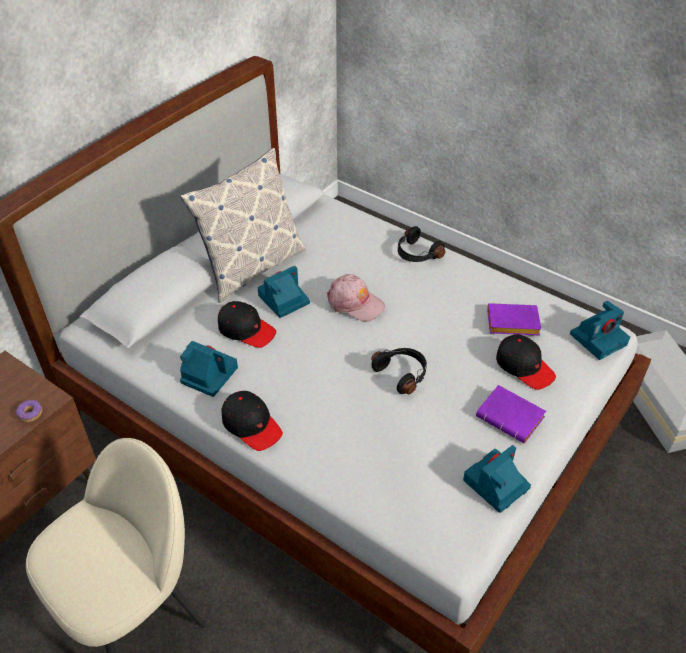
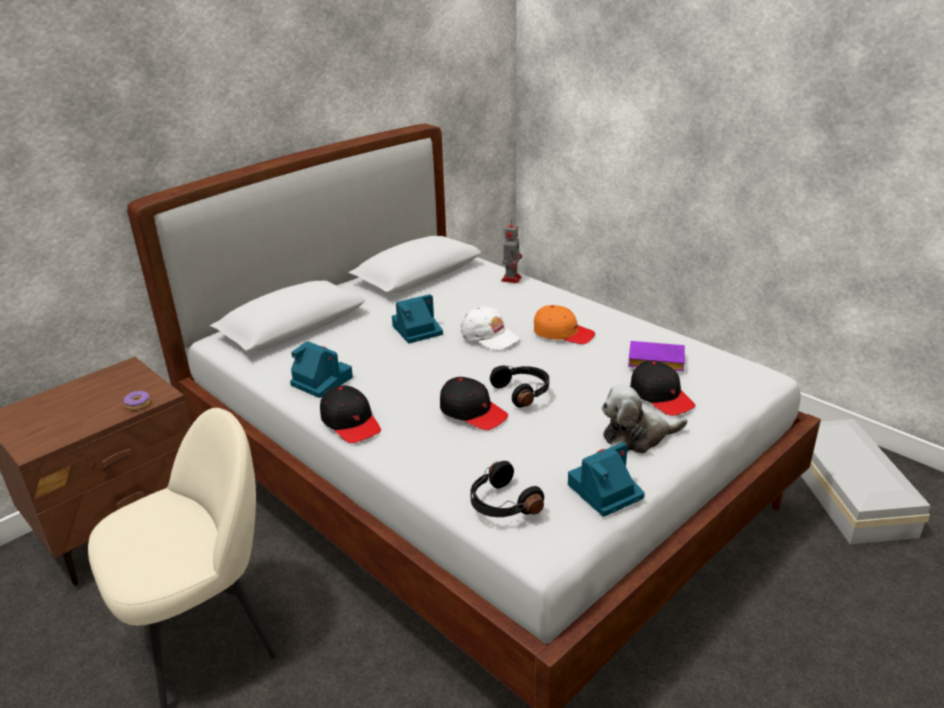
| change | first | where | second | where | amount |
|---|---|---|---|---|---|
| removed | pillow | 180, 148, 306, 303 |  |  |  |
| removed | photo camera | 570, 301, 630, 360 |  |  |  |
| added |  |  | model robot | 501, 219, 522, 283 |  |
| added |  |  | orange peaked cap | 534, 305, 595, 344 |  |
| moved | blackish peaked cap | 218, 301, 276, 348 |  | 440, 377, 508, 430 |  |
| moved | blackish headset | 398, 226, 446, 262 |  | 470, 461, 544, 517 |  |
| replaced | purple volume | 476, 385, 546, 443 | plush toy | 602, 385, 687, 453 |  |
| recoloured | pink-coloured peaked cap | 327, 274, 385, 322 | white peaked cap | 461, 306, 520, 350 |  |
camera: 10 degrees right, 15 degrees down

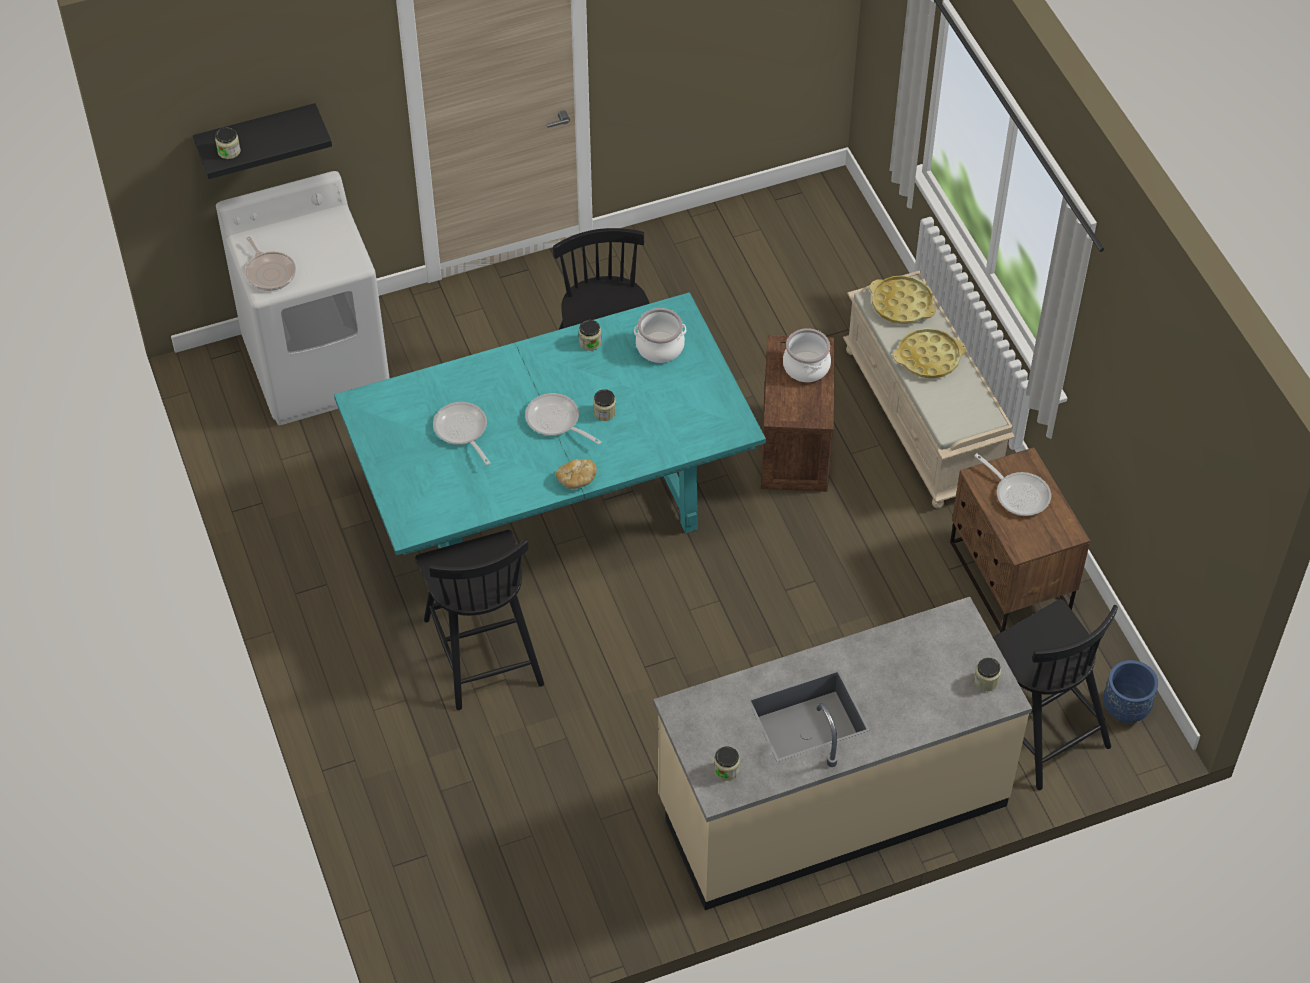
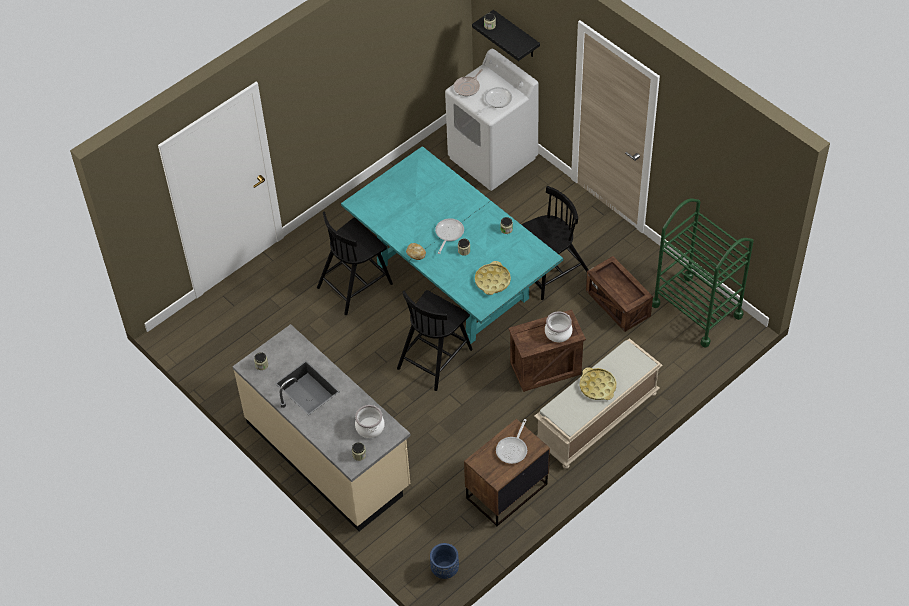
| change | first | where | second | where | amount |
|---|---|---|---|---|---|
| added |  |  | shipping crate | 586, 256, 653, 332 |  |
| added |  |  | greenish cart | 652, 198, 754, 348 |  |
| moved | skillet | 433, 402, 490, 465 |  | 477, 87, 512, 115 |  |
| moved | saucepot | 634, 308, 686, 363 |  | 355, 405, 385, 438 |  |
| moved | yellow-coloured tray | 870, 275, 936, 324 |  | 475, 261, 511, 295 |  |
| moved | blackish upright chair | 993, 599, 1118, 790 |  | 397, 290, 473, 391 |  |
camera: 70 degrees right, 0 degrees up

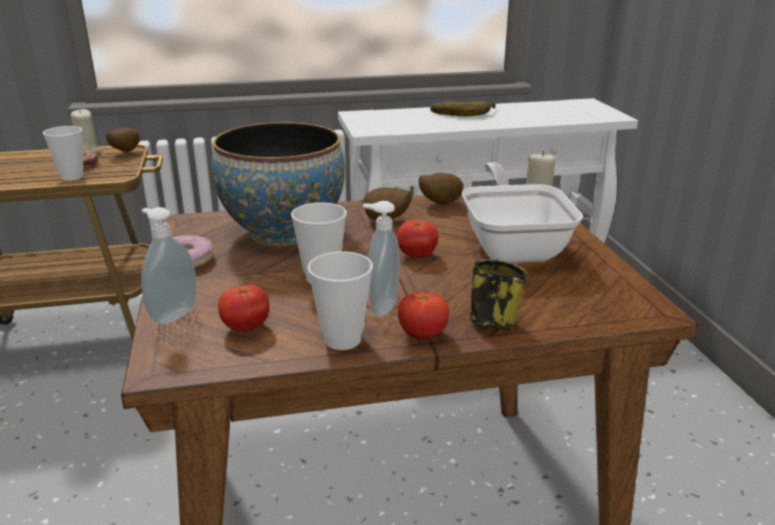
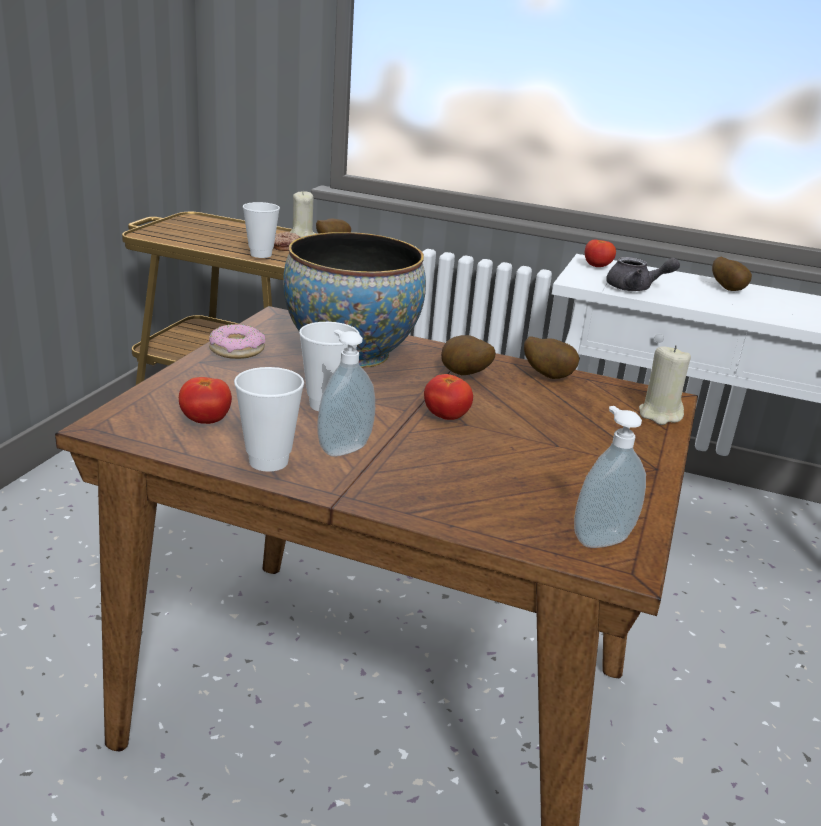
| change | first | where | second | where | amount |
|---|---|---|---|---|---|
| removed | skillet | 462, 162, 583, 263 |  |  |  |
| removed | coffee mug | 470, 258, 527, 330 |  |  |  |
| added |  |  | gray pot for tea | 606, 257, 680, 291 |  |
| moved | soap bottle | 141, 207, 197, 324 |  | 574, 406, 646, 548 |  |
| moved | tomato | 398, 292, 449, 339 |  | 585, 239, 616, 267 |  |
| replaced | banana fruit | 430, 101, 496, 116 | spud | 712, 257, 752, 291 |  |
camera: 30 degrees right, 0 degrees up

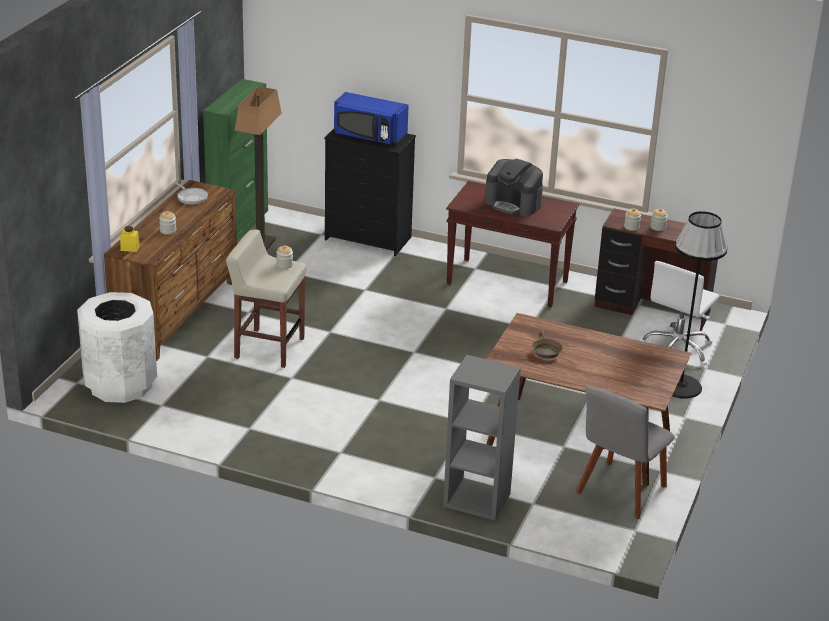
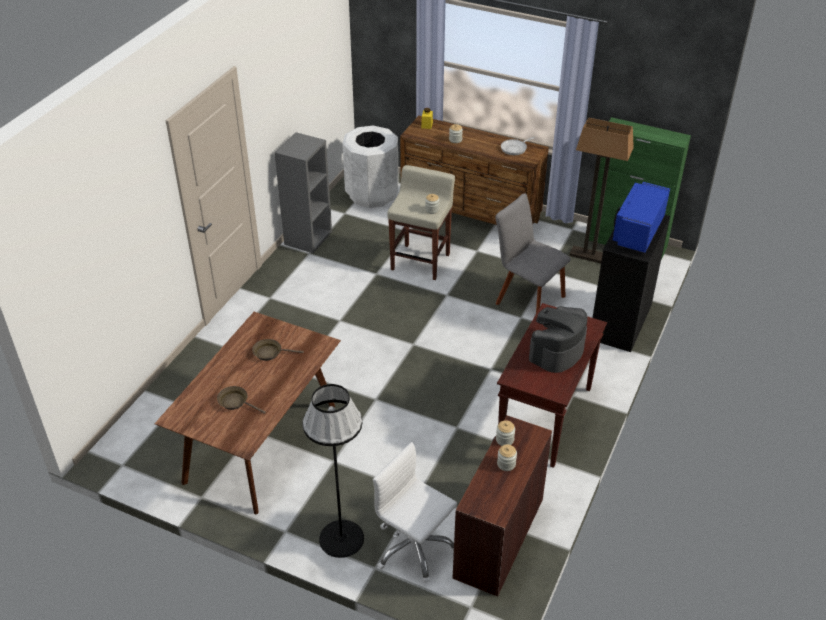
| change | first | where | second | where | amount |
|---|---|---|---|---|---|
| added |  |  | brown-coloured skillet | 217, 386, 266, 414 |  |
| moved | gray bookshelf | 443, 355, 521, 521 |  | 274, 132, 332, 253 |  |
| moved | gray upright chair | 576, 387, 675, 519 |  | 495, 193, 571, 313 |  |
camera: 95 degrees right, 10 degrees up

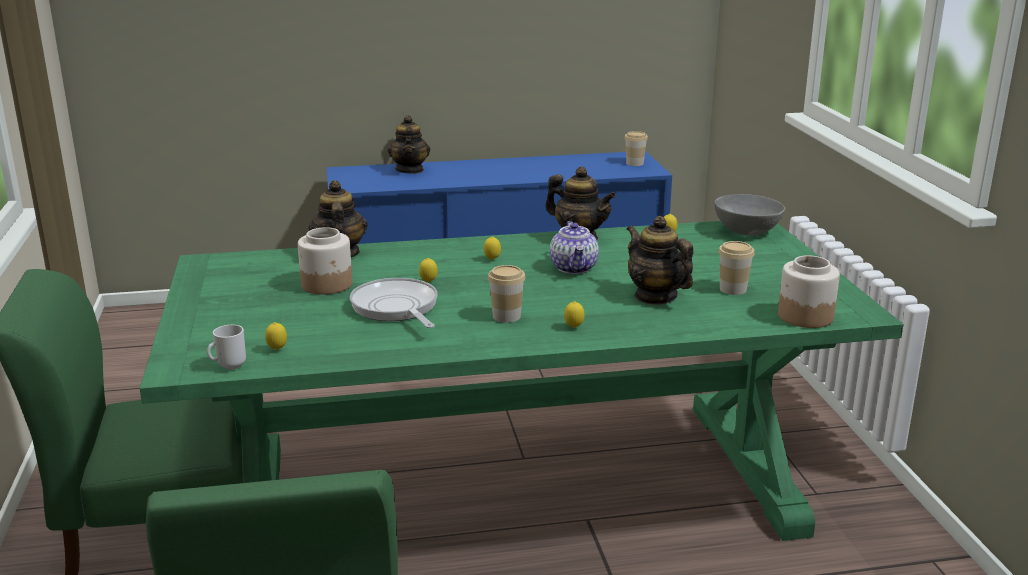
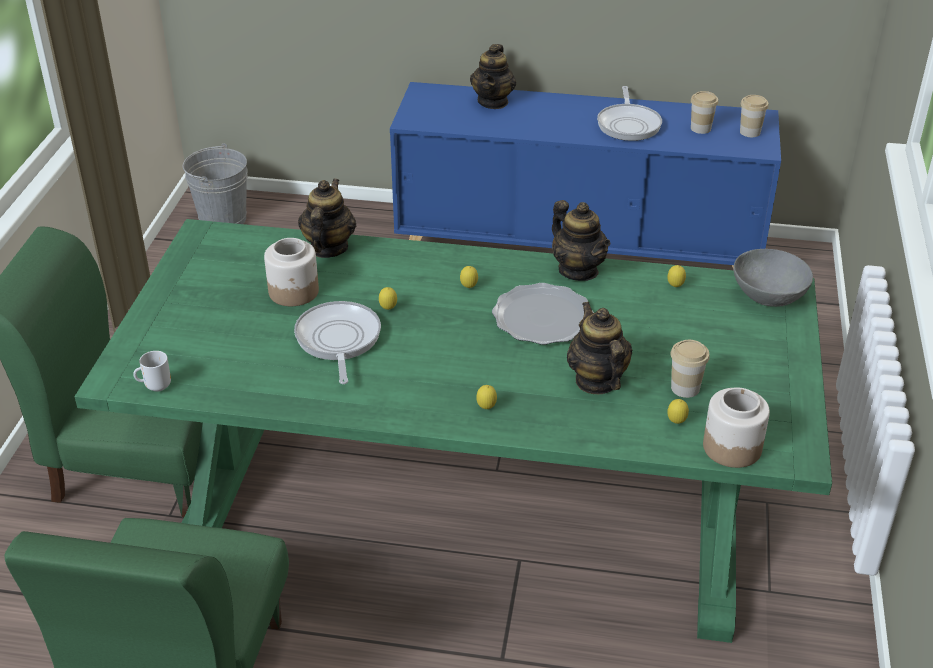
| change | first | where | second | where | amount |
|---|---|---|---|---|---|
| added |  |  | gray water bucket | 183, 143, 248, 224 |  |
| added |  |  | skillet | 597, 86, 662, 141 |  |
| moved | whole lemon | 265, 322, 287, 350 |  | 667, 399, 689, 424 |  |
| moved | drinking cup | 488, 265, 526, 323 |  | 691, 91, 718, 134 |  |
| replaced | pot for tea | 550, 221, 599, 274 | dinner plate | 492, 283, 594, 345 |  |
camera: 20 degrees right, 15 degrees up

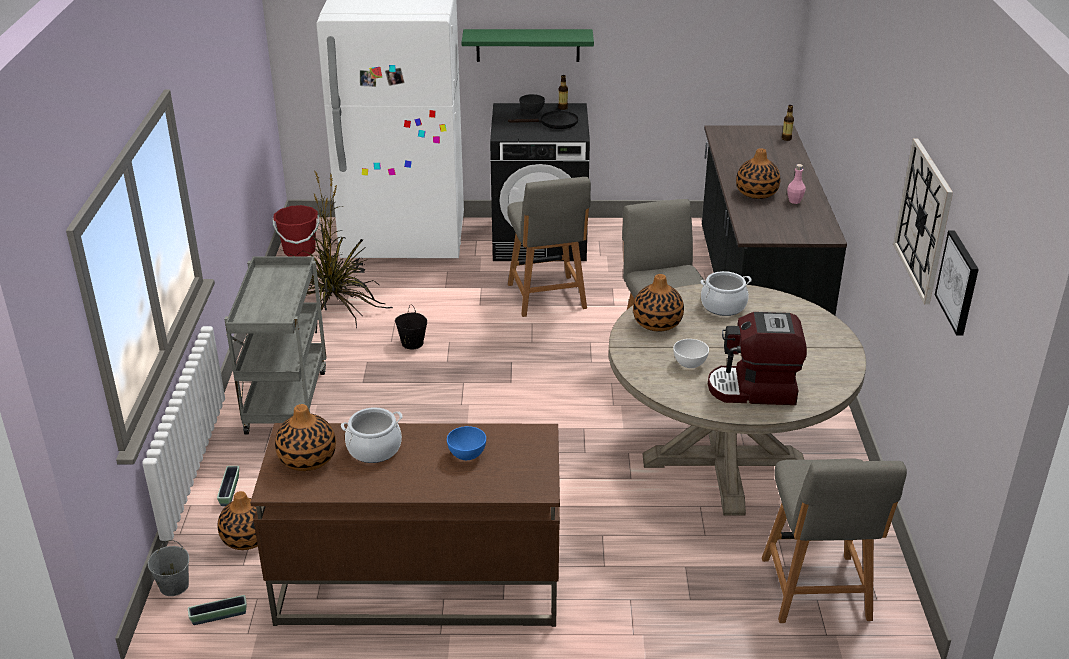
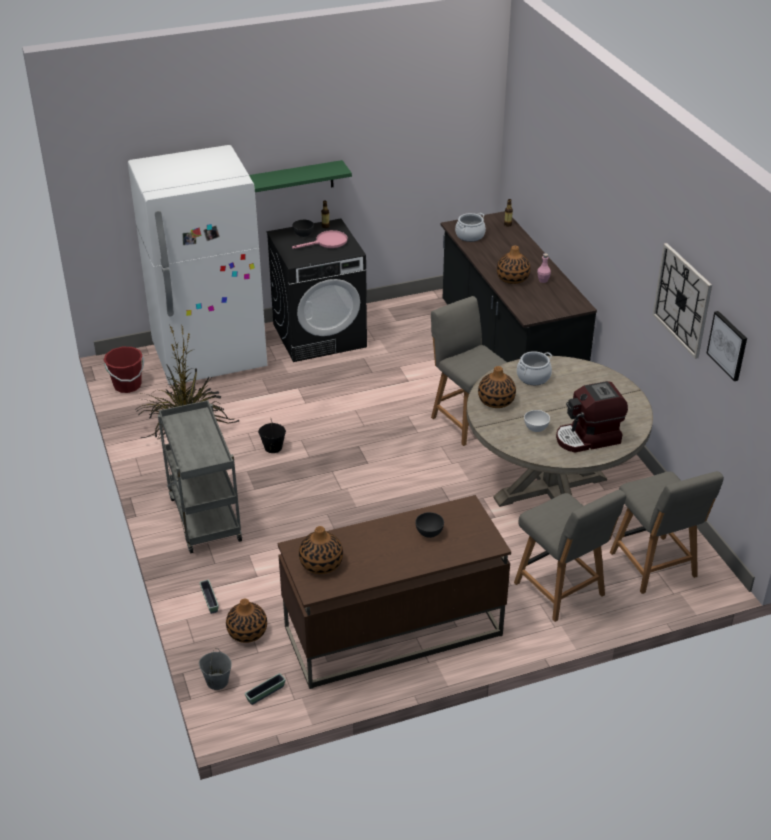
| change | first | where | second | where | amount |
|---|---|---|---|---|---|
| moved | saucepot | 341, 407, 403, 463 |  | 455, 213, 486, 242 |  |
| moved | gray upright chair | 507, 177, 591, 317 |  | 514, 490, 626, 622 |  |
| recoloured | blue-coloured serving bowl | 447, 426, 486, 460 | gray serving bowl | 415, 512, 444, 538 |  |
| recoloured | blackish skillet | 508, 111, 578, 129 | pink-coloured skillet | 292, 230, 347, 249 |  |
camera: 20 degrees left, 5 degrees up

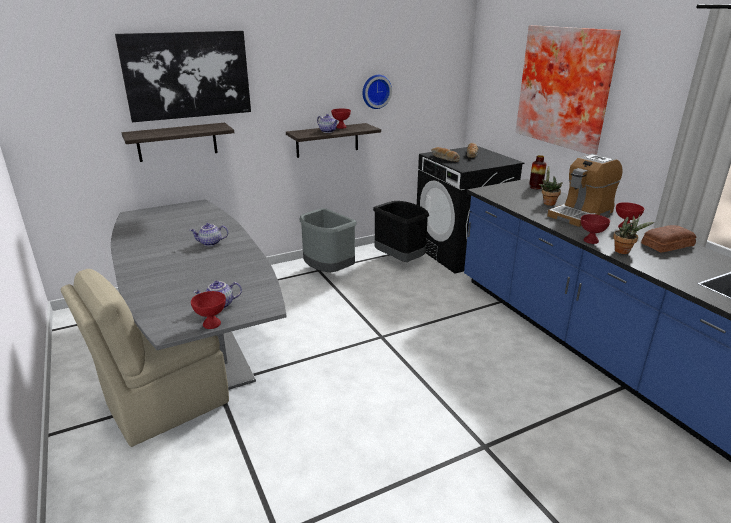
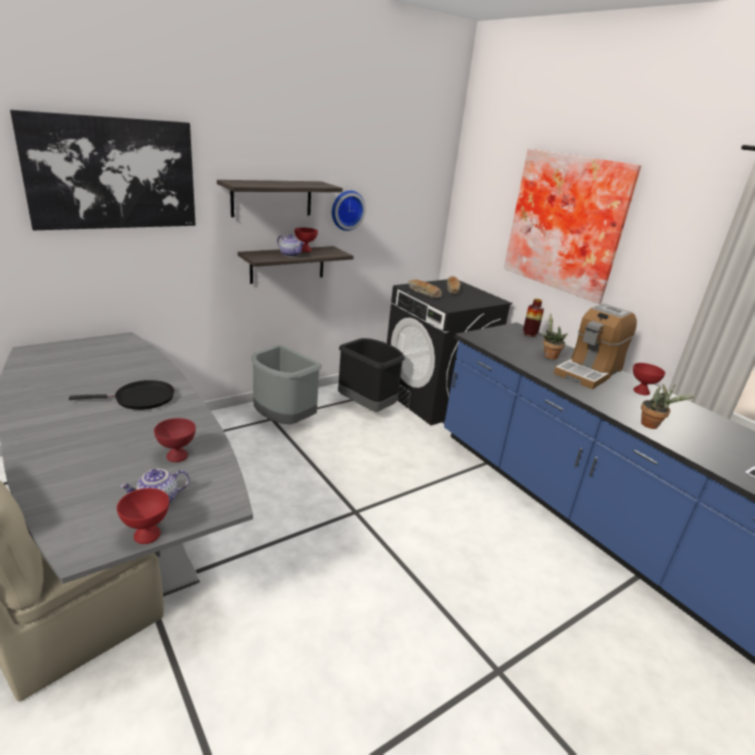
| change | first | where | second | where | amount |
|---|---|---|---|---|---|
| removed | baked bread | 641, 225, 696, 253 |  |  |  |
| moved | wall shelf | 121, 123, 234, 162 |  | 217, 180, 343, 217 |  |
| moved | reddish serving bowl | 581, 214, 610, 244 |  | 154, 418, 196, 462 |  |
| replaced | pot for tea | 190, 223, 228, 246 | blackish skillet | 69, 380, 174, 410 |  |
camera: 10 degrees left, 0 degrees up

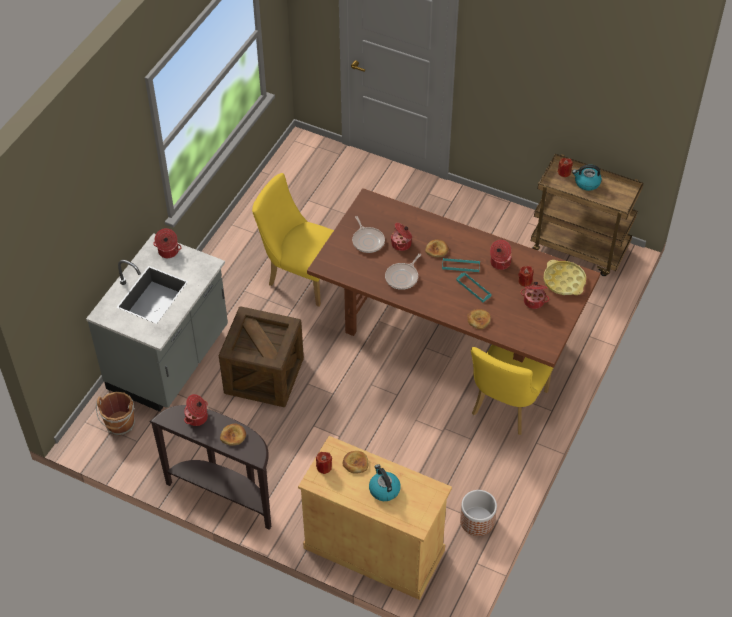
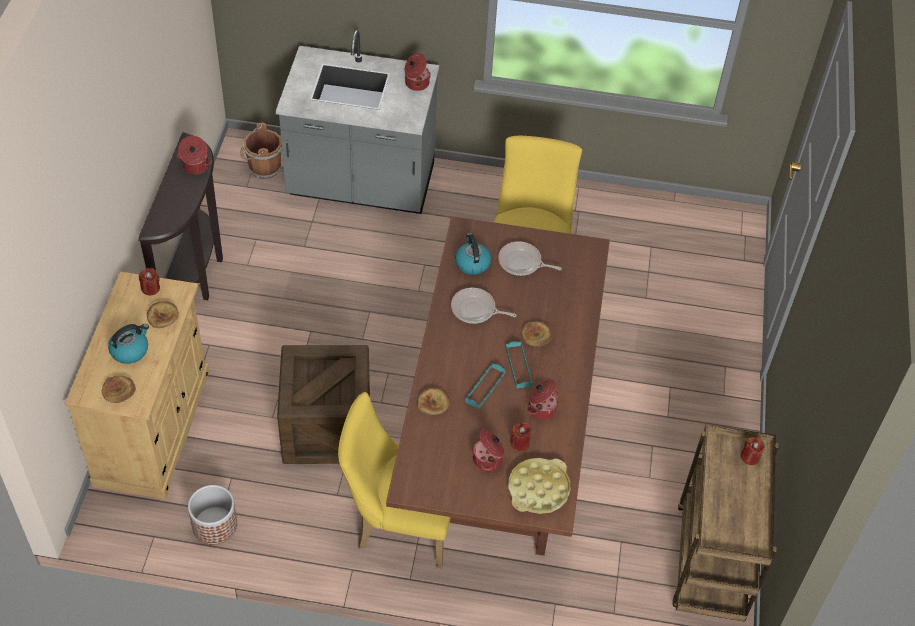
| change | first | where | second | where | amount |
|---|---|---|---|---|---|
| removed | saucepot | 391, 223, 412, 251 |  |  |  |
| moved | shipping crate | 219, 306, 304, 407 |  | 277, 345, 370, 464 |  |
| moved | baked bread | 220, 423, 246, 446 |  | 102, 376, 136, 403 |  |
| moved | water kettle | 572, 164, 602, 191 |  | 455, 233, 491, 275 |  |
| turned | skillet | 352, 216, 385, 253 |  | 498, 241, 562, 276 | 60 degrees clockwise |
camera: 70 degrees right, 0 degrees up

